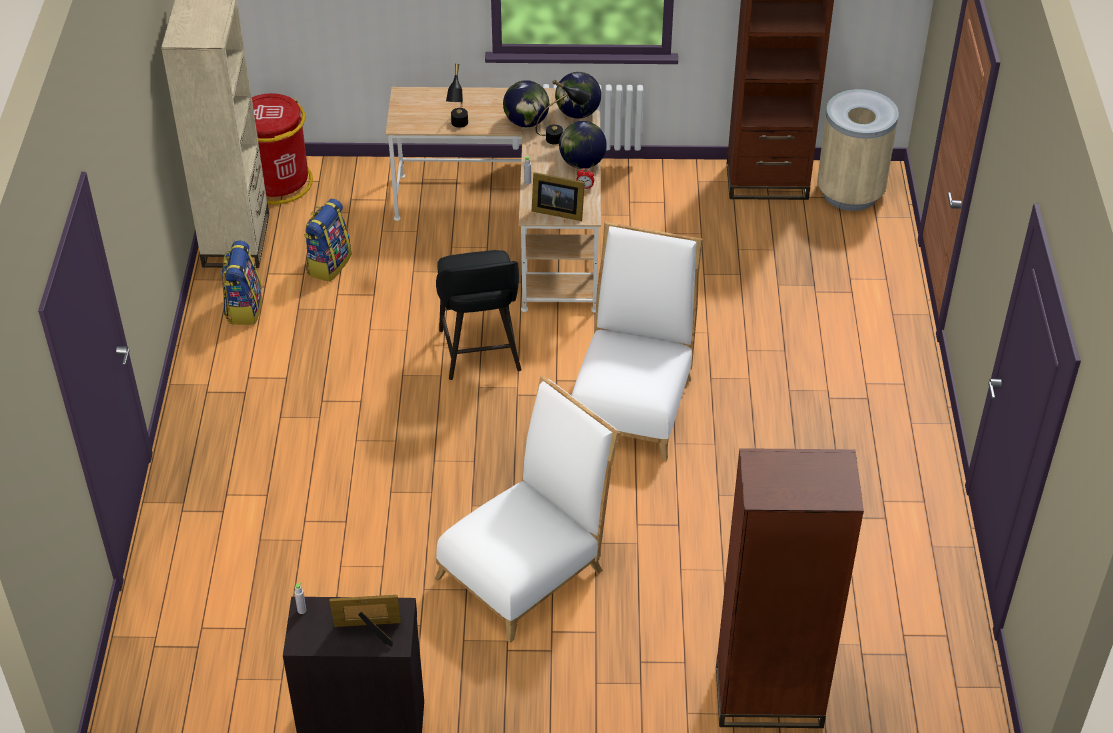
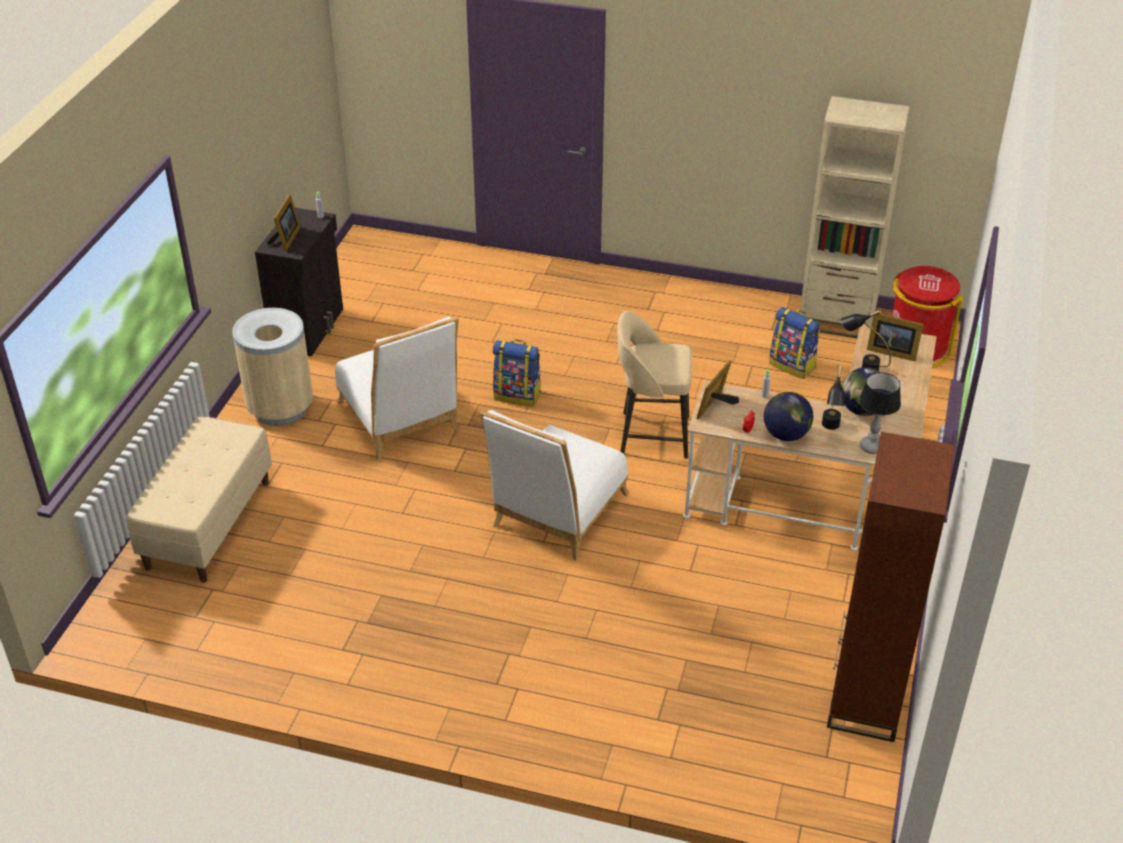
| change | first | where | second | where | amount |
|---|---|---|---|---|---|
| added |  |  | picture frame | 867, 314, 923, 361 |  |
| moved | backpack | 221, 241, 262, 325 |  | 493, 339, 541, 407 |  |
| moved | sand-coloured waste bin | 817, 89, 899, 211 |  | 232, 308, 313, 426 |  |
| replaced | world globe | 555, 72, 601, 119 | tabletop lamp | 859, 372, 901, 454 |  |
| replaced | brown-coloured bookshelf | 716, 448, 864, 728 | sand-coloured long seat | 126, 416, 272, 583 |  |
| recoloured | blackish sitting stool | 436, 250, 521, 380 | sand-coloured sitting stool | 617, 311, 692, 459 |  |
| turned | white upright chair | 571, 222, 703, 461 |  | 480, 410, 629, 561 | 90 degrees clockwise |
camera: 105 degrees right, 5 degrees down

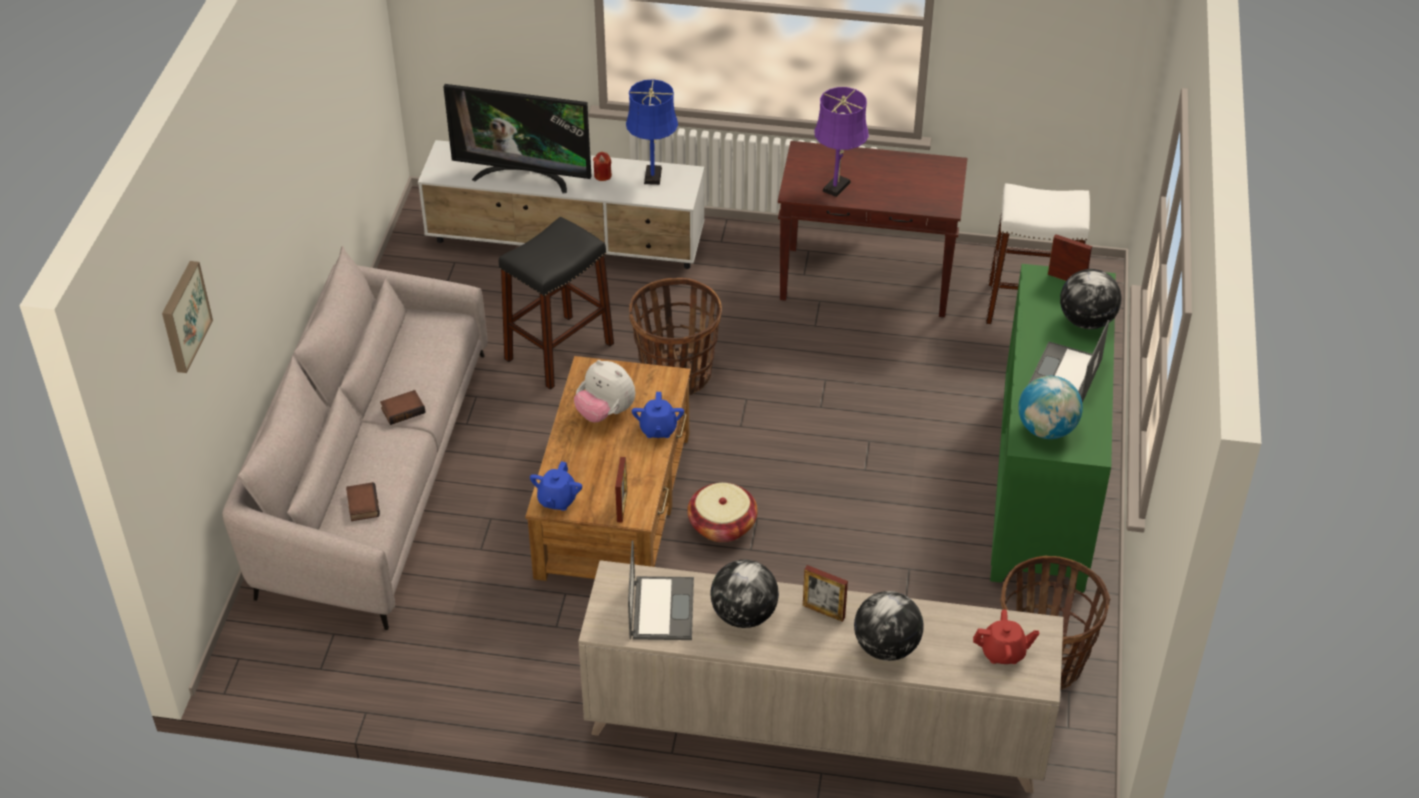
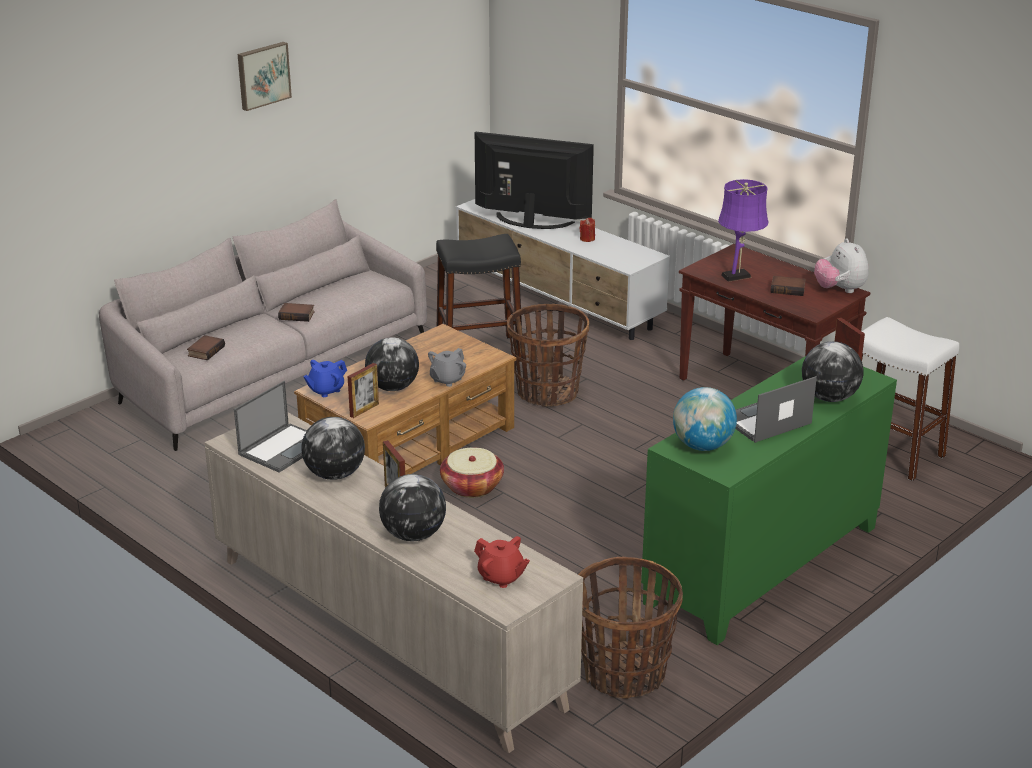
| change | first | where | second | where | amount |
|---|---|---|---|---|---|
| removed | blue-coloured tabletop lamp | 626, 79, 678, 185 |  |  |  |
| added |  |  | world globe | 365, 337, 419, 391 |  |
| added |  |  | volume | 770, 276, 806, 296 |  |
| moved | picture | 162, 261, 213, 373 |  | 238, 42, 292, 111 |  |
| moved | plush toy | 574, 360, 635, 423 |  | 814, 238, 869, 293 |  |
| recoloured | blue-coloured pot for tea | 632, 392, 684, 438 | gray pot for tea | 428, 348, 466, 387 |  |
| turned | TV set | 443, 84, 592, 193 |  | 475, 132, 594, 229 | 150 degrees clockwise |
camera: 35 degrees right, 15 degrees down

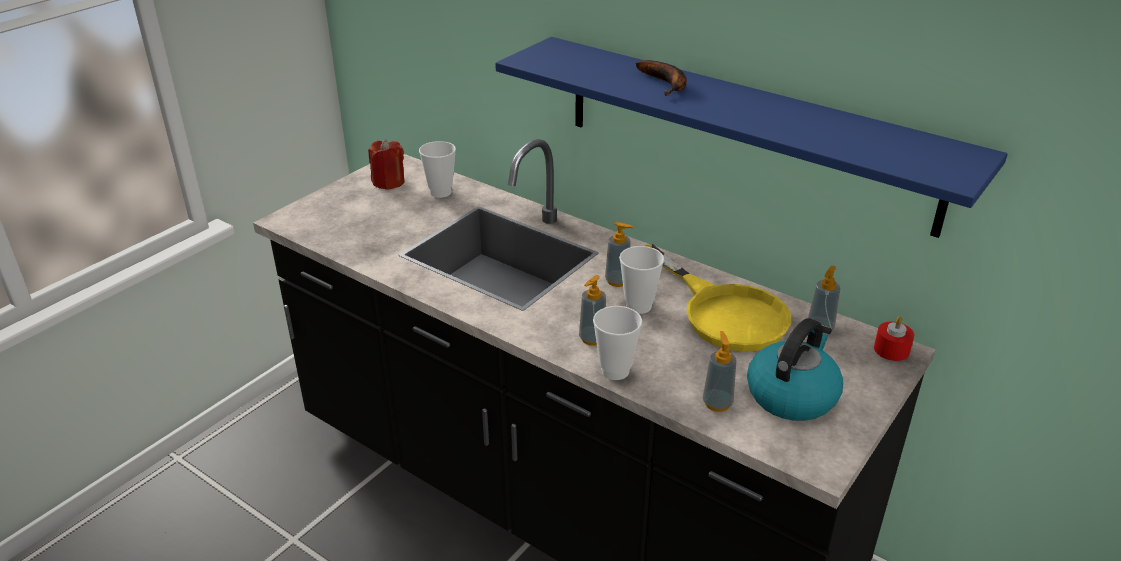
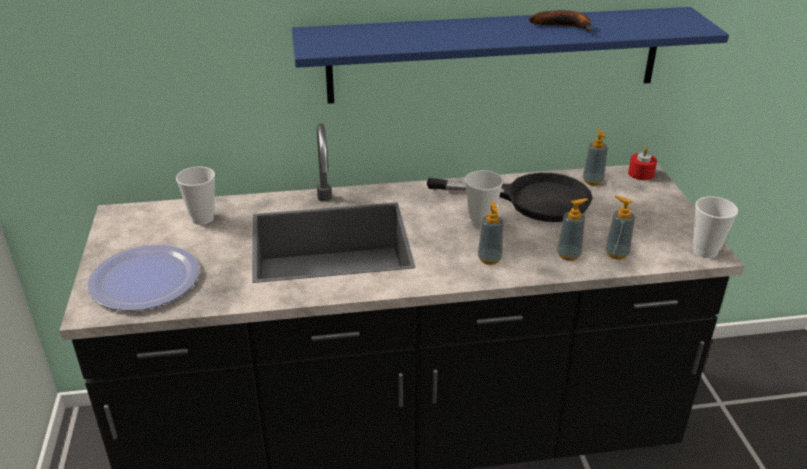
| change | first | where | second | where | amount |
|---|---|---|---|---|---|
| removed | reddish wax light | 368, 139, 404, 190 |  |  |  |
| removed | water kettle | 747, 318, 843, 421 |  |  |  |
| added |  |  | dinner plate | 87, 245, 200, 311 |  |
| moved | drinking cup | 593, 306, 642, 380 |  | 693, 196, 738, 258 |  |
| moved | soap bottle | 605, 222, 633, 287 |  | 557, 198, 589, 261 |  |
| moved | banana fruit | 636, 60, 687, 96 |  | 529, 10, 592, 33 |  |
| recoloured | yellow-coloured skillet | 645, 244, 791, 352 | blackish skillet | 427, 173, 592, 222 |  |
camera: 45 degrees left, 0 degrees up

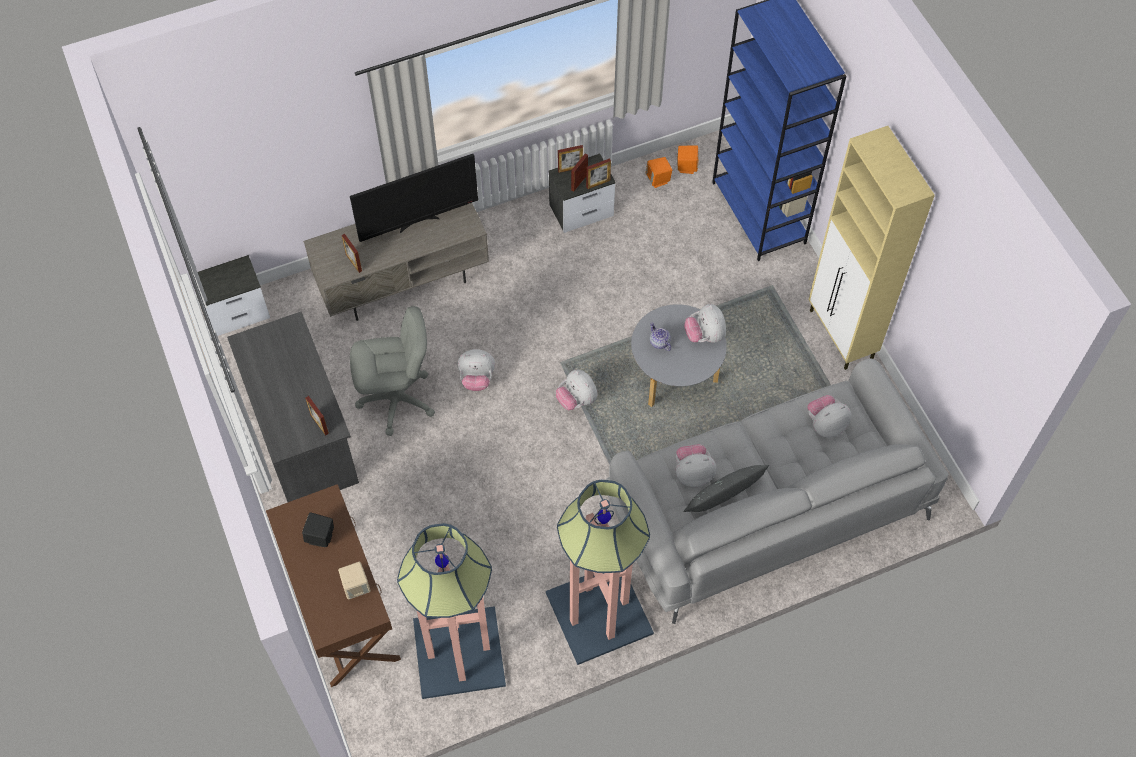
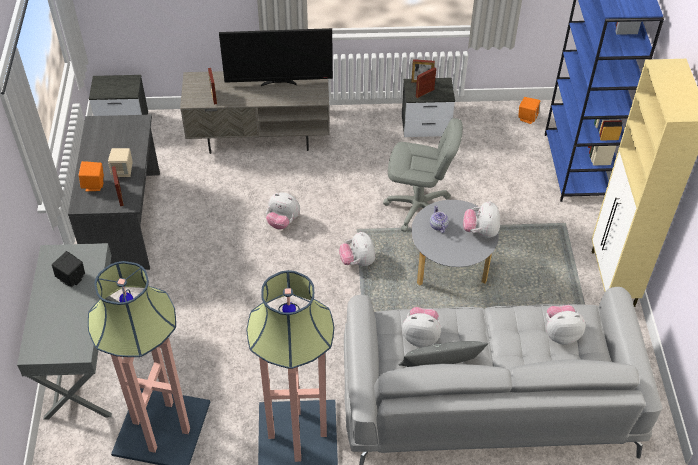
| change | first | where | second | where | amount |
|---|---|---|---|---|---|
| removed | picture frame | 586, 158, 611, 189 |  |  |  |
| moved | sand-coloured loudspeaker | 338, 562, 371, 600 |  | 108, 148, 133, 177 |  |
| moved | gray office chair | 350, 306, 435, 436 |  | 383, 118, 463, 232 |  |
| moved | orange loudspeaker | 646, 157, 672, 188 |  | 79, 161, 104, 191 |  |
| recoloured | brown-coloured narrow table | 266, 484, 401, 687 | gray narrow table | 17, 243, 120, 420 |  |
camera: 20 degrees right, 10 degrees down

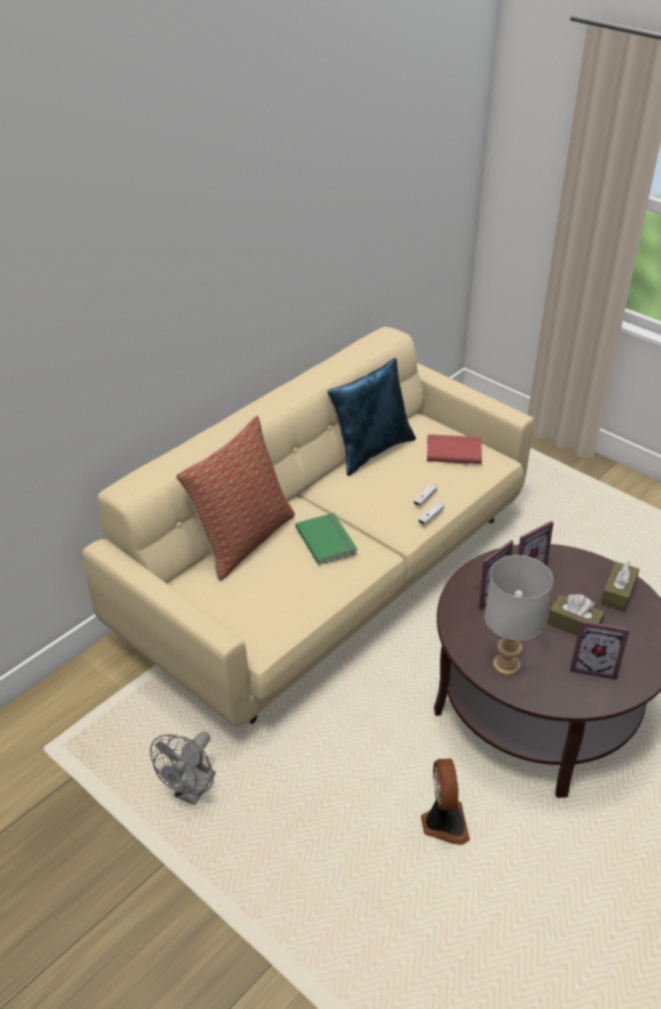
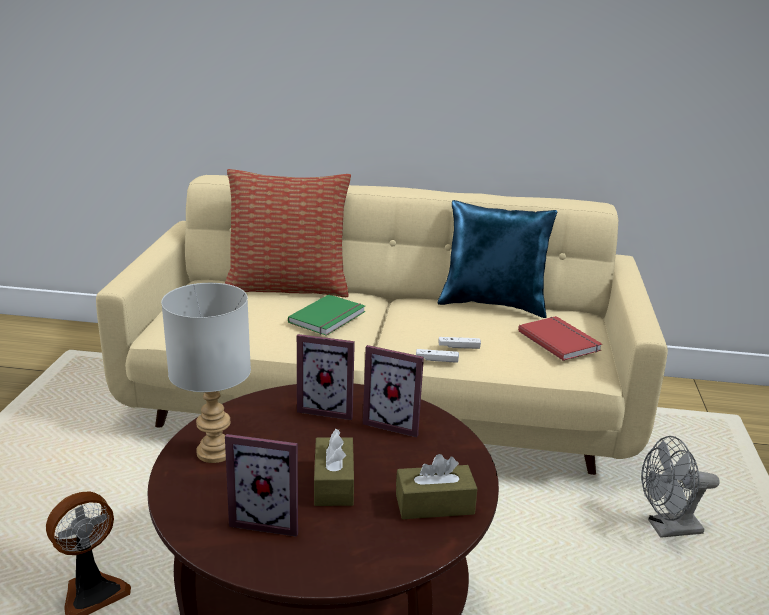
| change | first | where | second | where | amount |
|---|---|---|---|---|---|
| moved | gray fan | 150, 731, 216, 805 |  | 641, 436, 719, 538 |  |
| turned | picture frame | 570, 620, 630, 680 |  | 225, 434, 298, 537 | 60 degrees counterclockwise |
camera: 55 degrees right, 15 degrees down

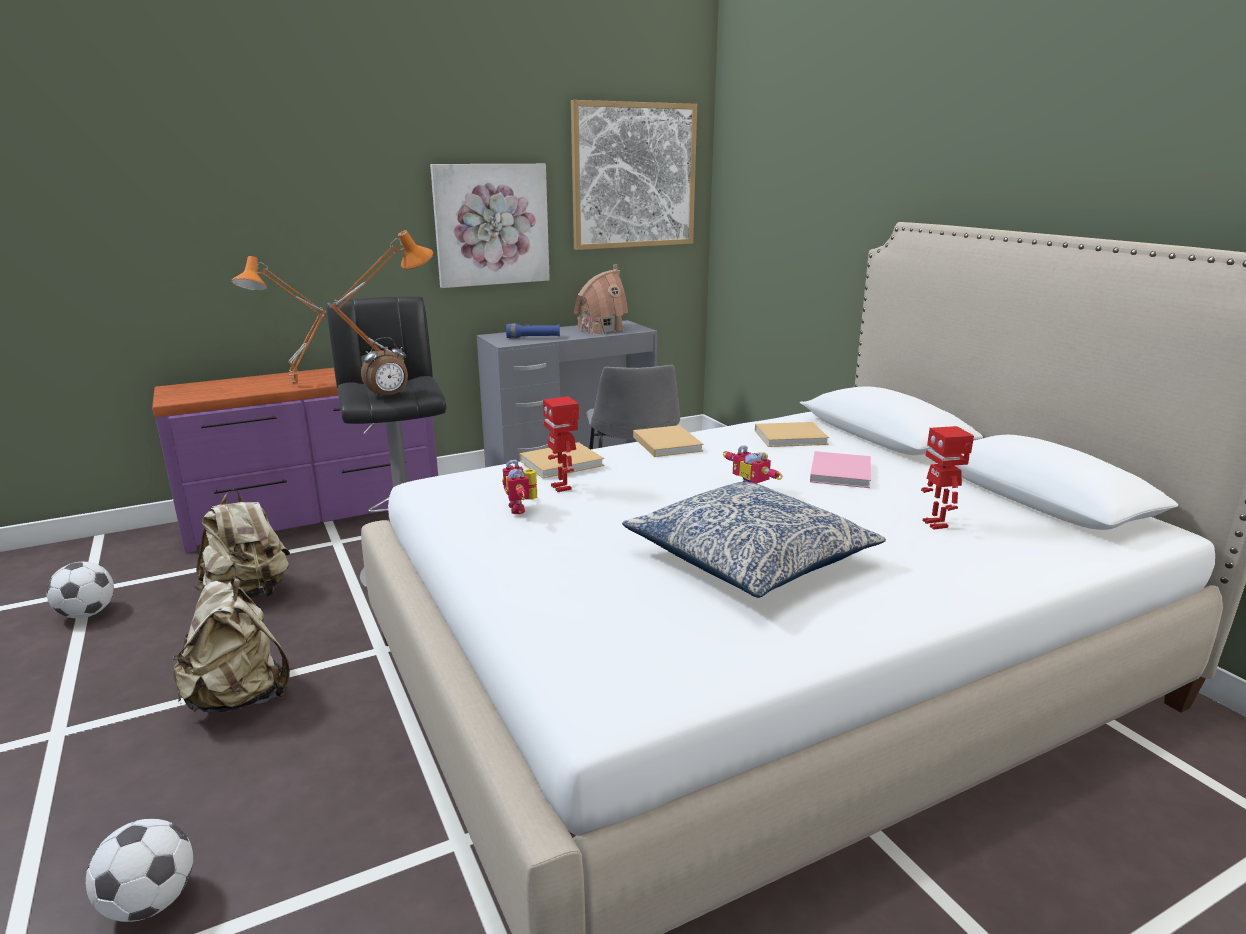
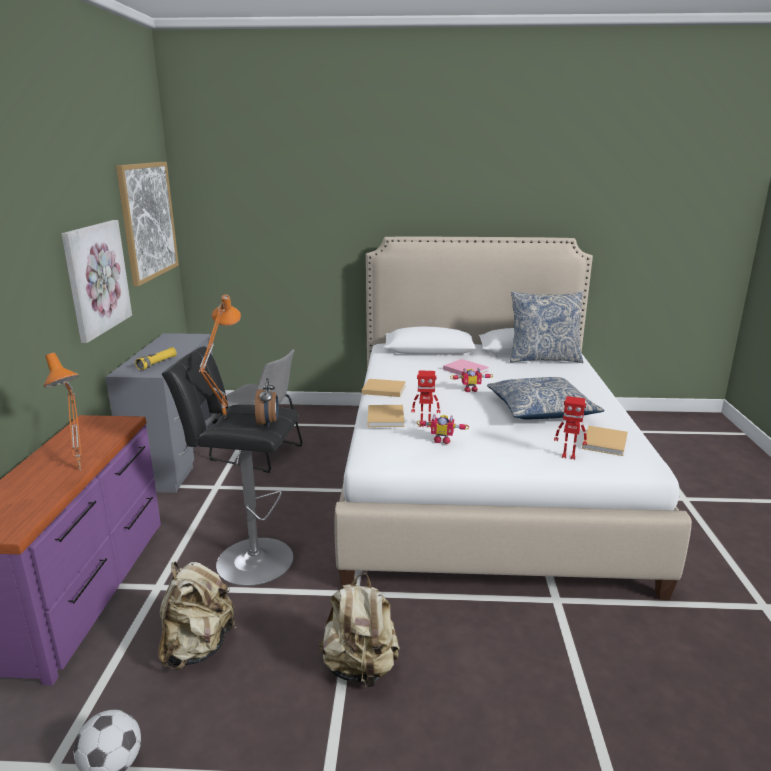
| change | first | where | second | where | amount |
|---|---|---|---|---|---|
| removed | ball for football | 86, 819, 193, 922 |  |  |  |
| removed | miniature house | 574, 264, 628, 335 |  |  |  |
| added |  |  | pillow | 510, 291, 584, 363 |  |
| moved | sand-coloured volume | 755, 422, 829, 447 |  | 582, 426, 628, 456 |  |
| moved | model robot | 921, 426, 974, 530 |  | 554, 396, 587, 460 |  |
| recoloured | blue-coloured torch | 506, 323, 560, 339 | yellow-coloured torch | 135, 347, 177, 370 |  |
camera: 60 degrees left, 0 degrees up

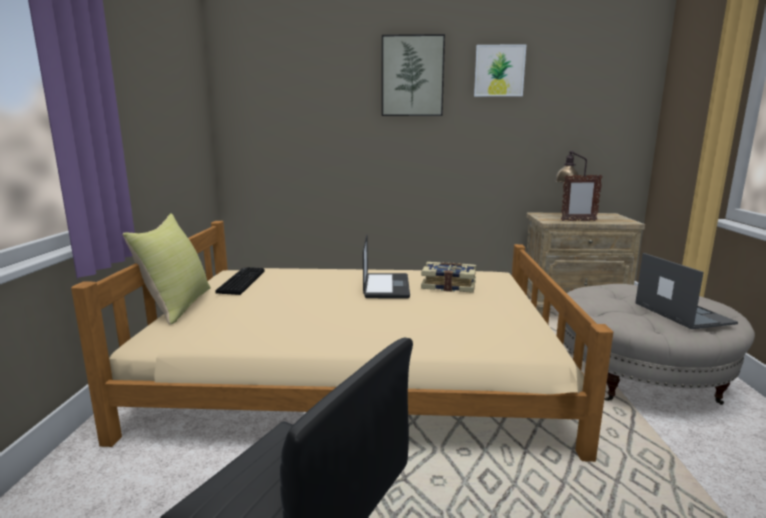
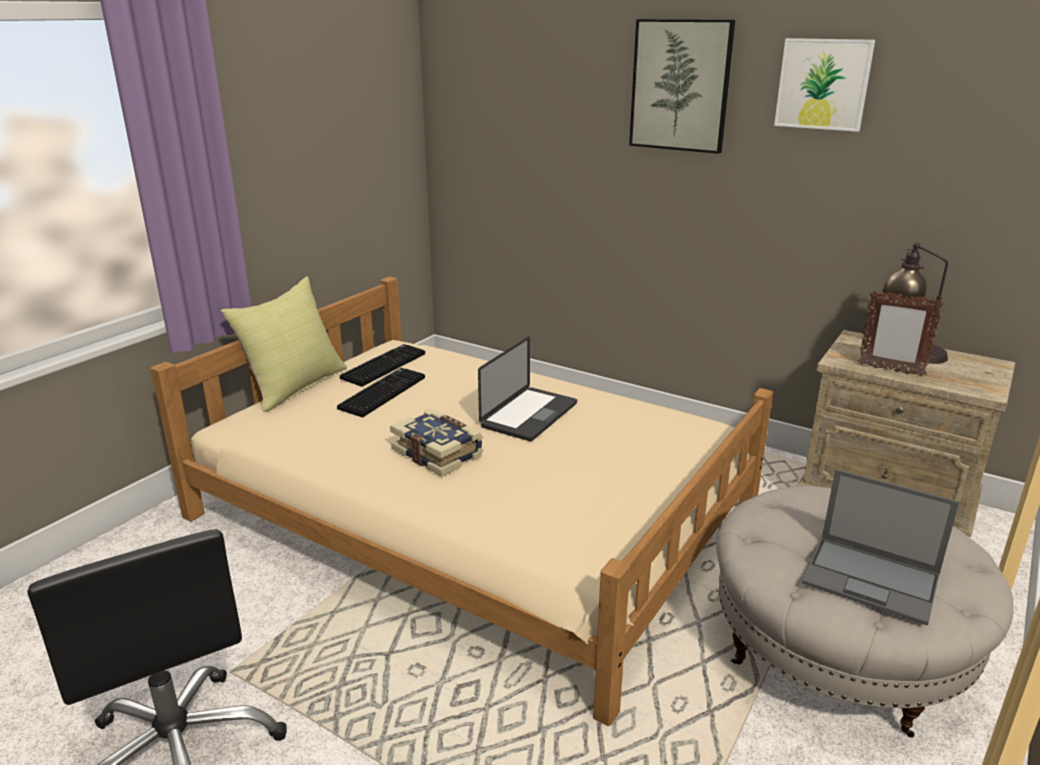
| change | first | where | second | where | amount |
|---|---|---|---|---|---|
| added |  |  | keyboard | 337, 368, 425, 417 |  |
| moved | volume | 421, 262, 476, 293 |  | 390, 409, 483, 477 |  |
| turned | portable computer | 635, 253, 738, 329 |  | 802, 469, 959, 626 | 105 degrees clockwise |
camera: 30 degrees right, 10 degrees up

